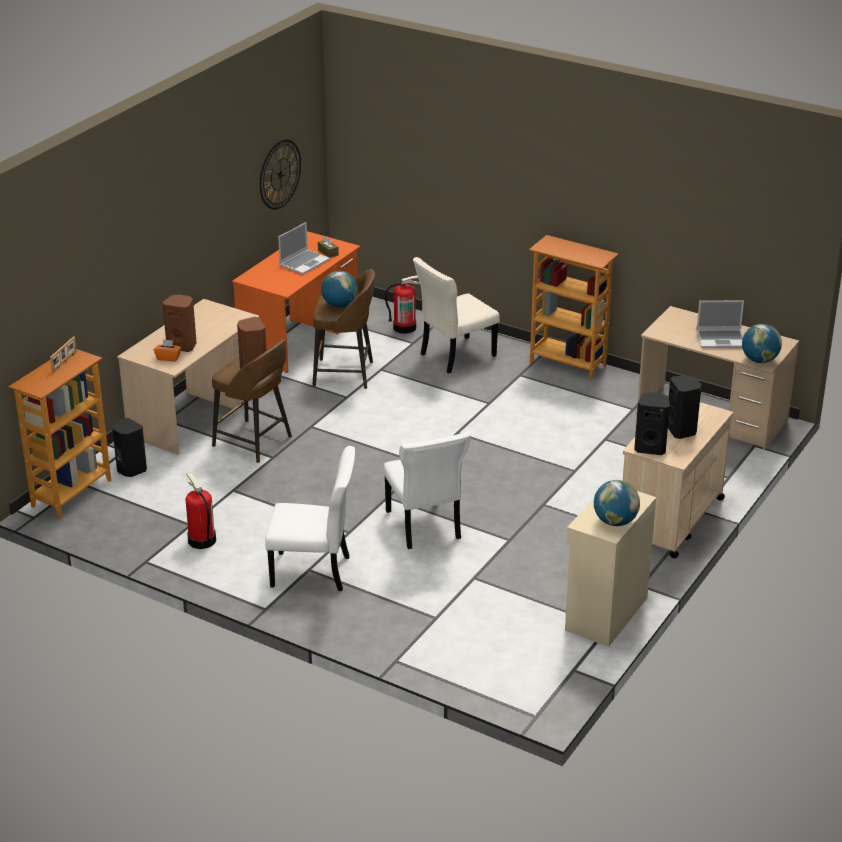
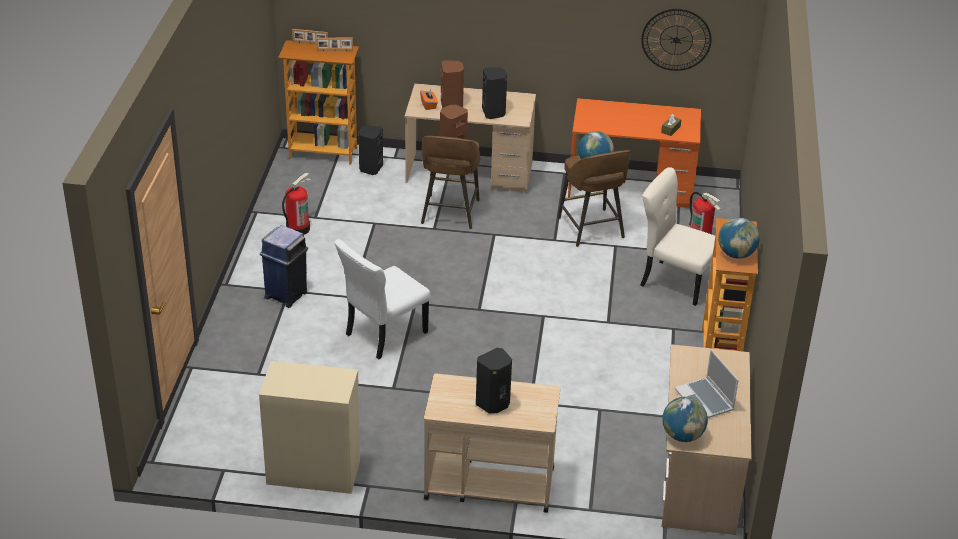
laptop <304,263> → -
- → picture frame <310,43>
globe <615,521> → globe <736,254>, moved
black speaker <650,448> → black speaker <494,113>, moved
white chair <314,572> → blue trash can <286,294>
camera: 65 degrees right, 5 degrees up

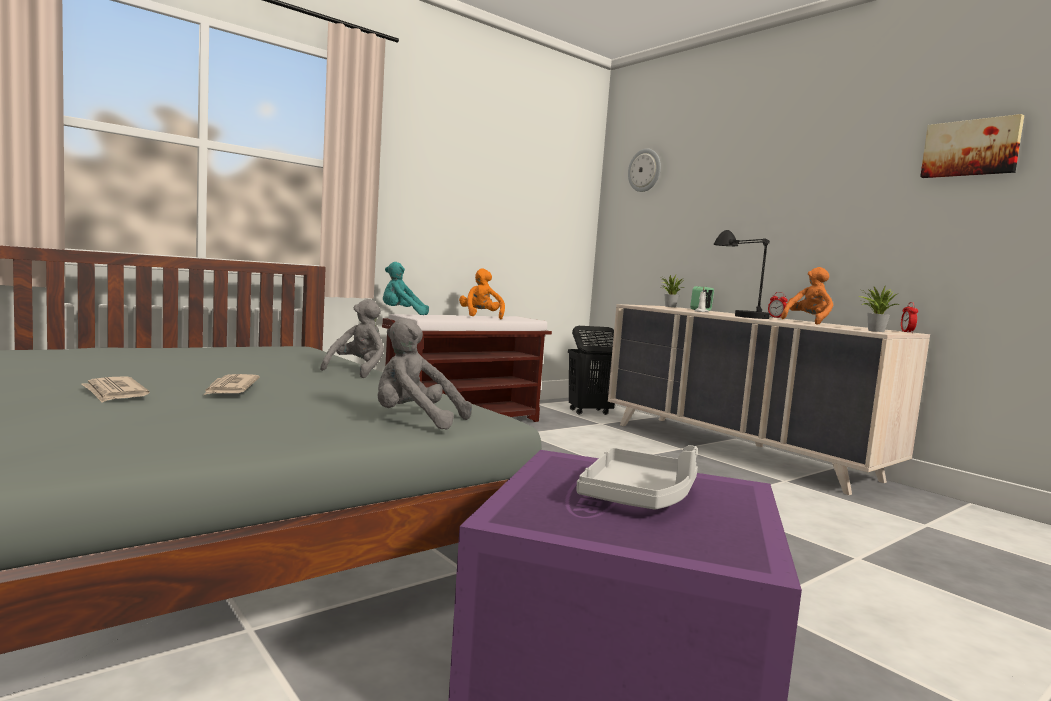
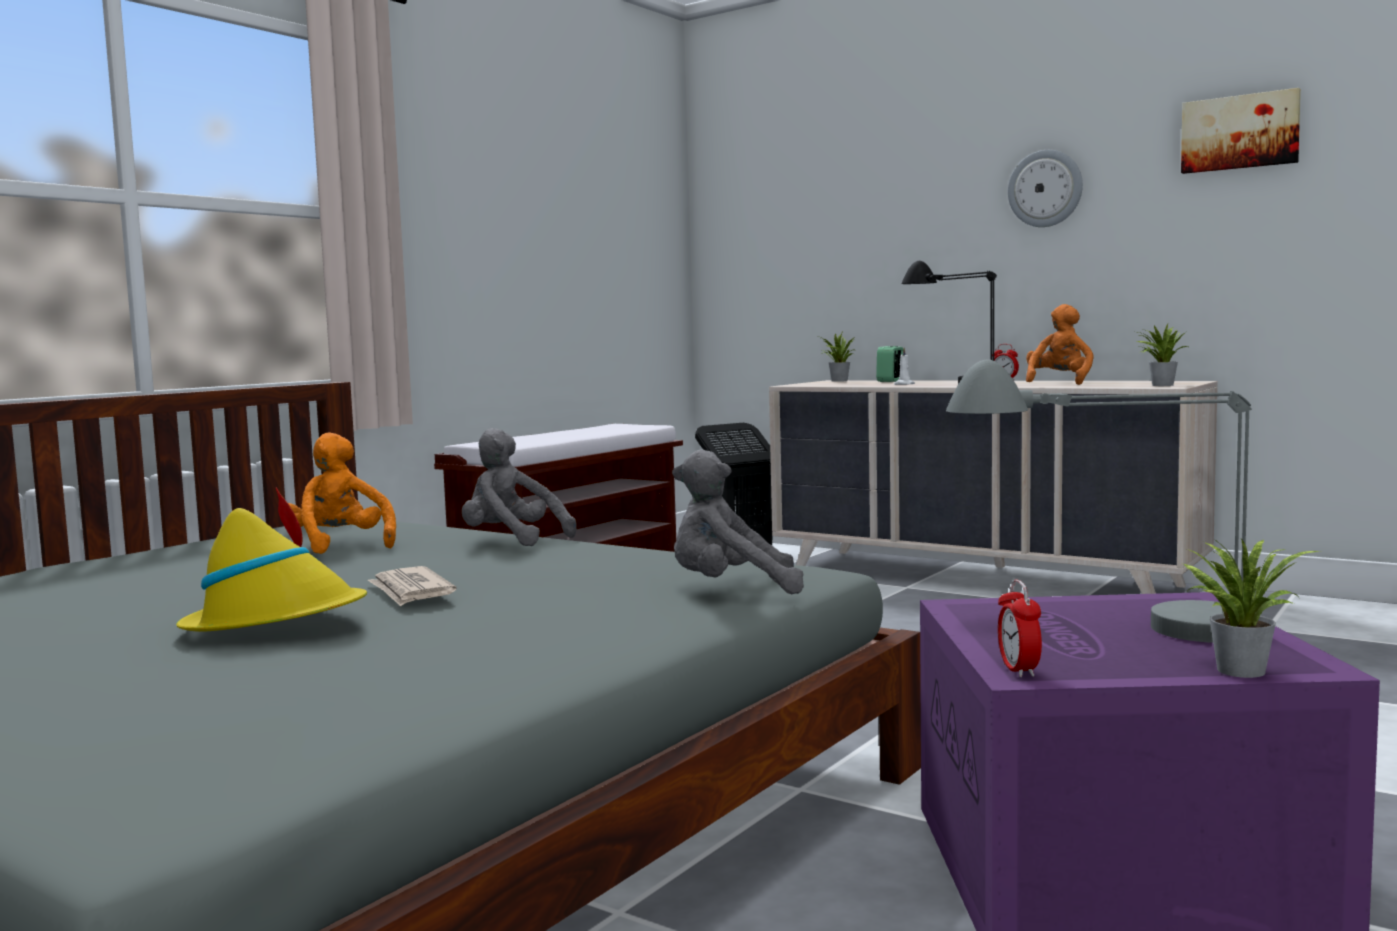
turquoise plush toy <402,314> → -
- → potted plant <1238,669>
orange plush toy <480,316> → orange plush toy <339,546>, moved
wall clock <645,170> → wall clock <1045,188>, moved
alarm clock <907,332> → alarm clock <1018,670>, moved
newspaper <114,393> → yellow hat <277,623>
grey tray <638,497> → grey table lamp <1111,629>
grey plush toy <358,371> → grey plush toy <512,540>, 60 degrees counterclockwise
camera: 15 degrees left, 0 degrees up

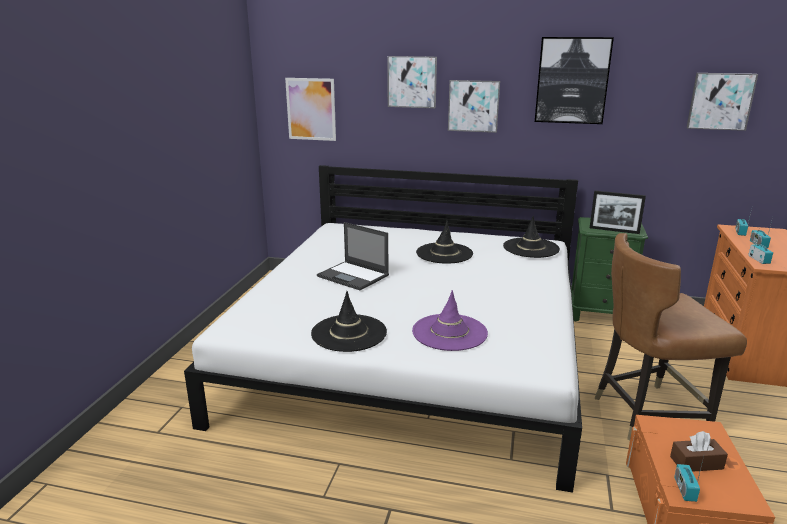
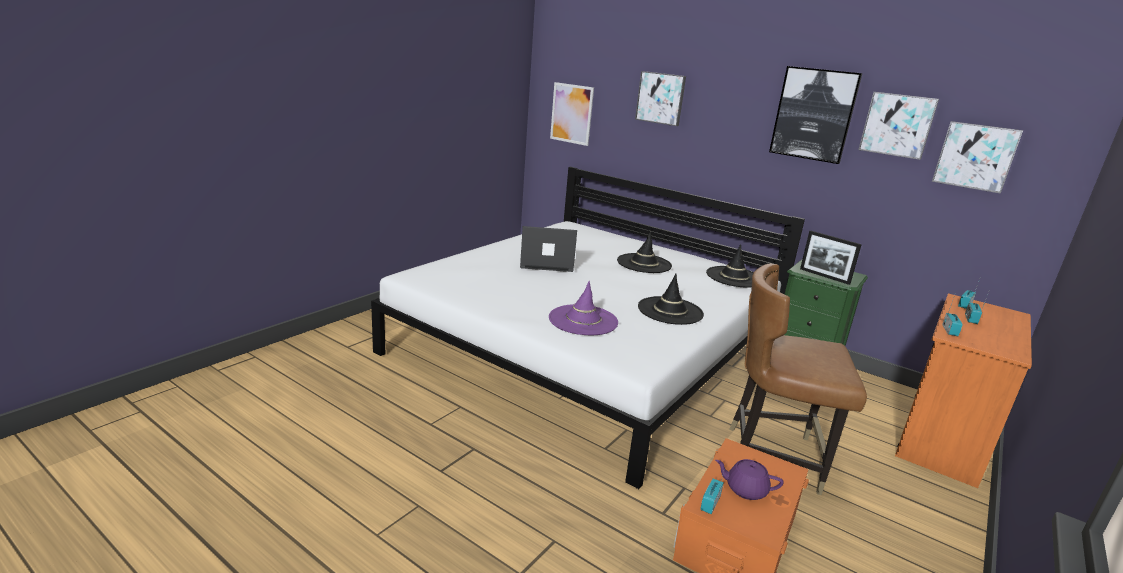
black hat <349,333> → black hat <670,311>, moved
picture <473,106> → picture <897,125>, moved
brown tissue box <696,463> → purple teapot <745,489>
laptop <353,276> → laptop <545,263>, 120 degrees clockwise
camera: 20 degrees right, 0 degrees up

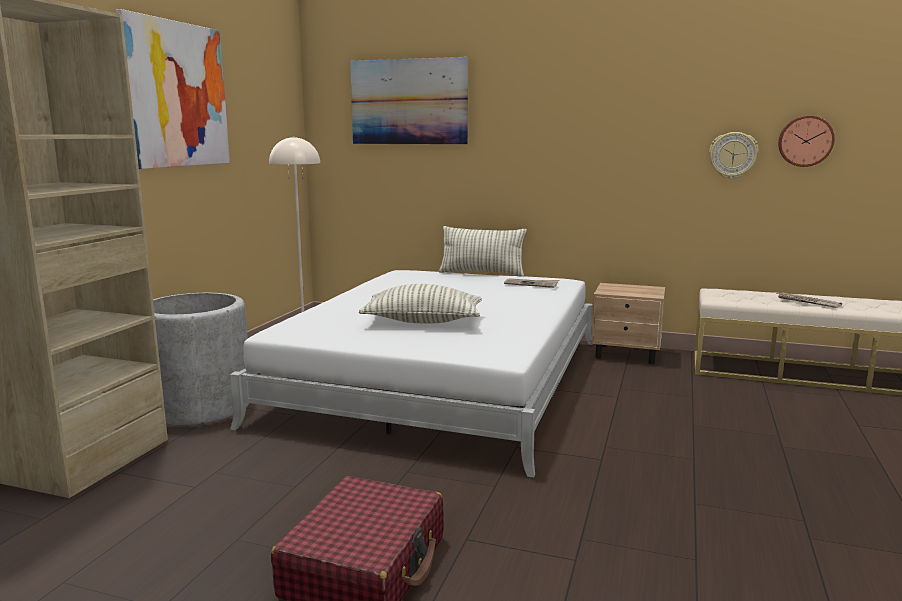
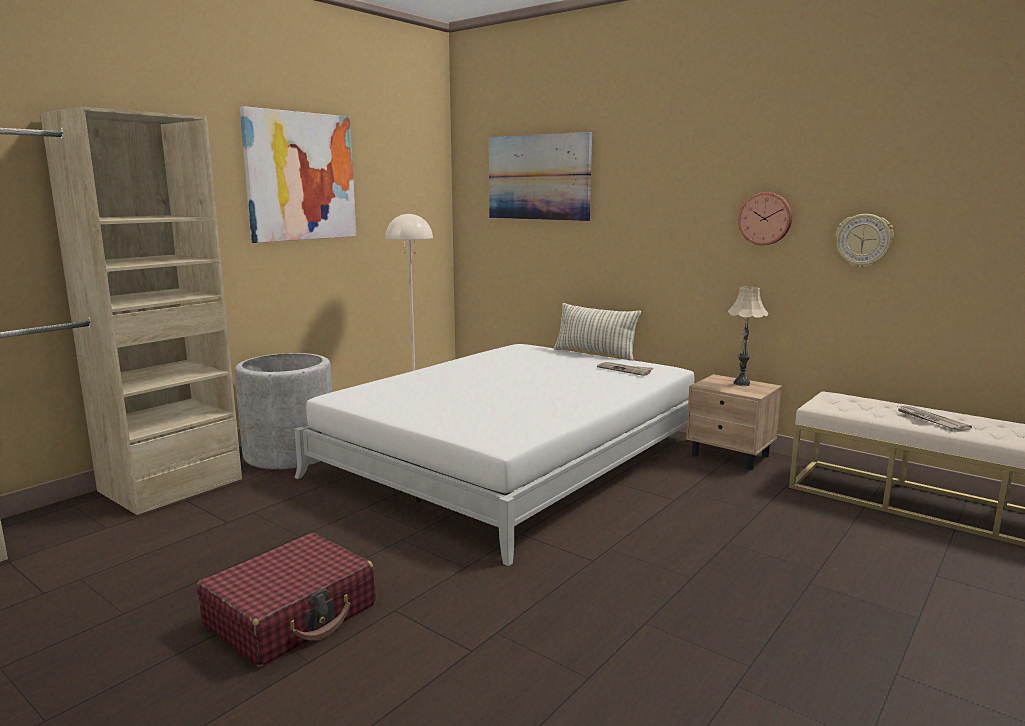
pillow <423,321> → -
- → beige table lamp <742,384>
wall clock <805,141> → wall clock <765,218>, moved
camera: 20 degrees right, 0 degrees up

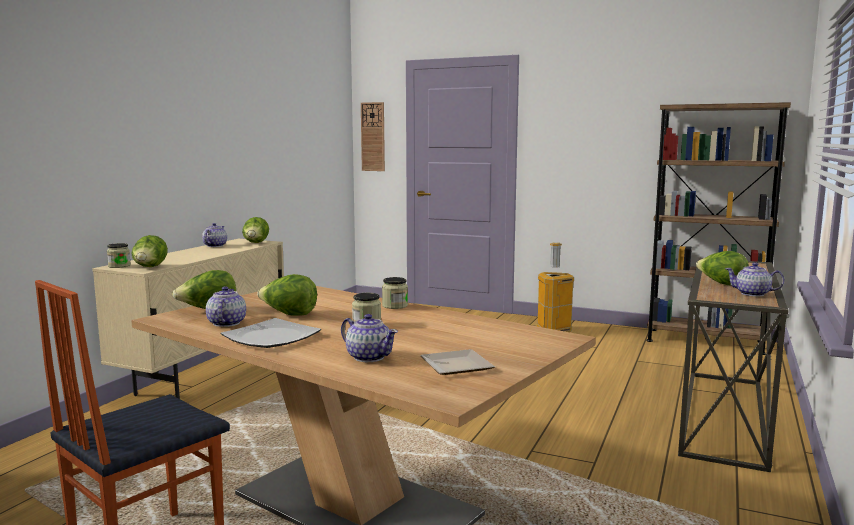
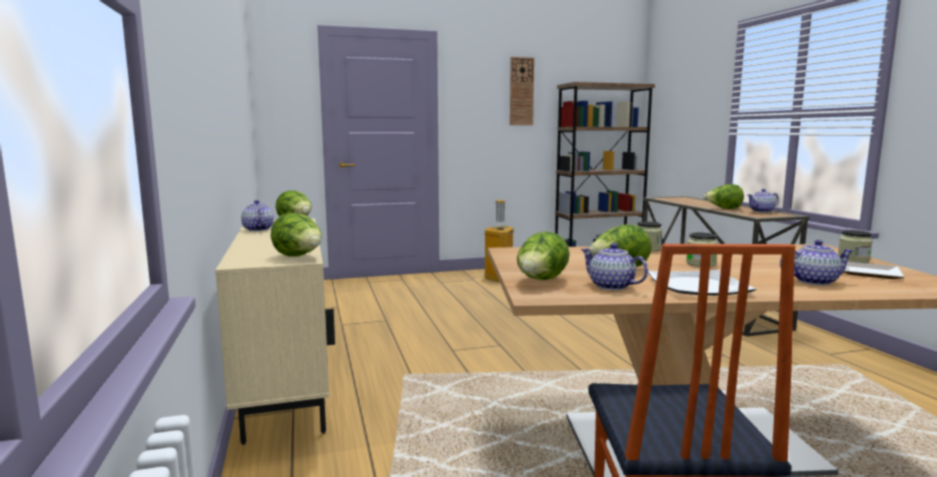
jar <119,266> → jar <853,260>, moved
wall clock <373,137> → wall clock <521,91>, moved
camera: 40 degrees left, 0 degrees up

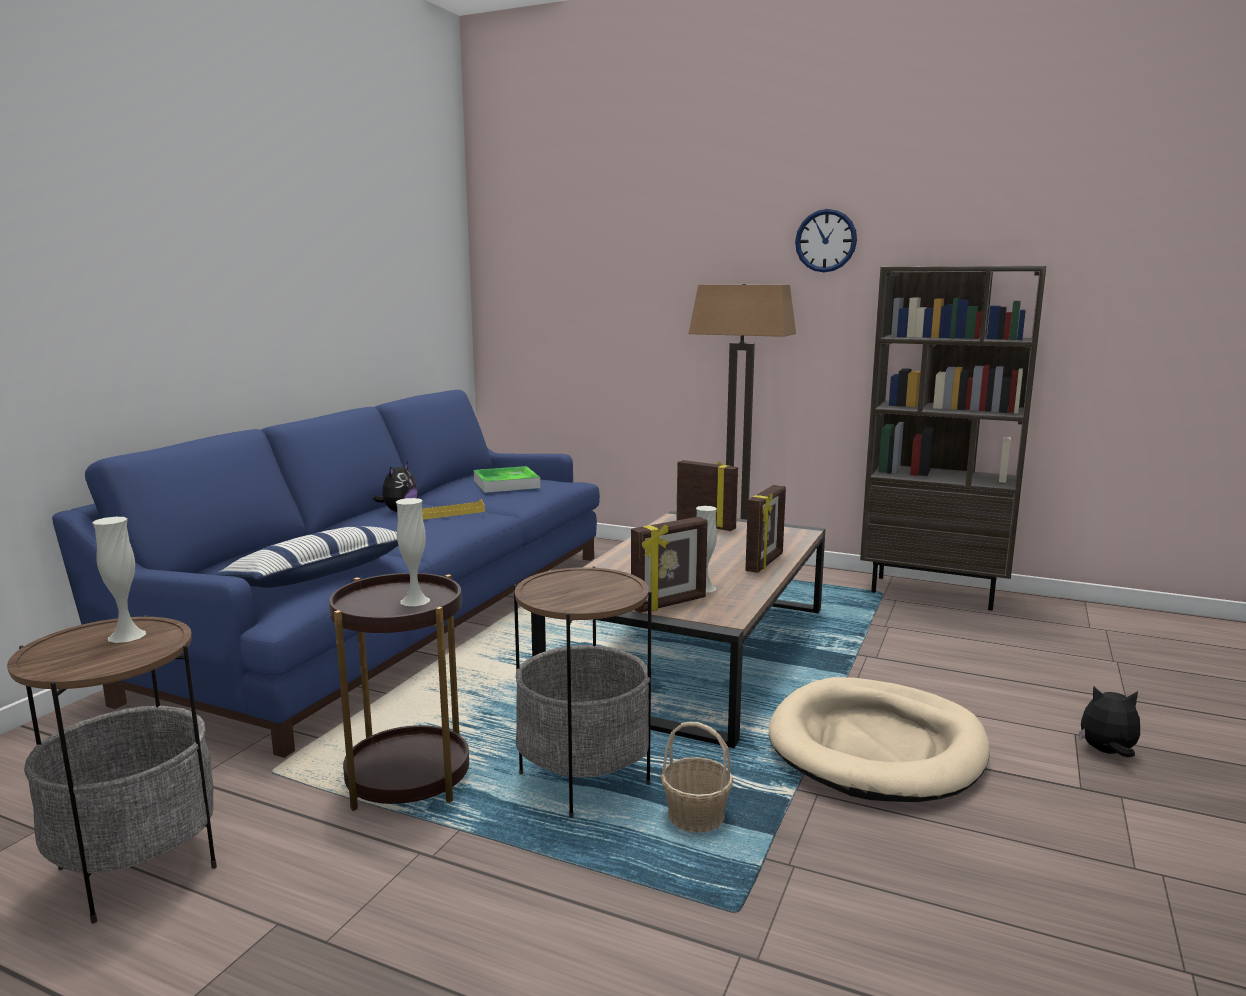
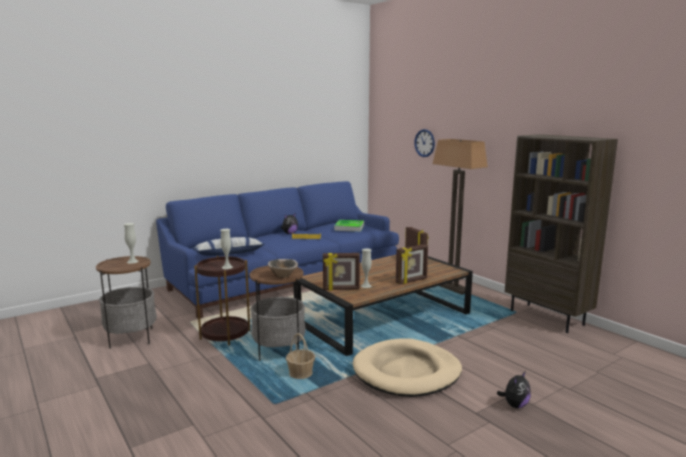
- → bowl <283,275>
wall clock <825,240> → wall clock <424,143>, moved
plush toy <1107,753> → plush toy <515,405>, 90 degrees clockwise
camera: 30 degrees right, 0 degrees up

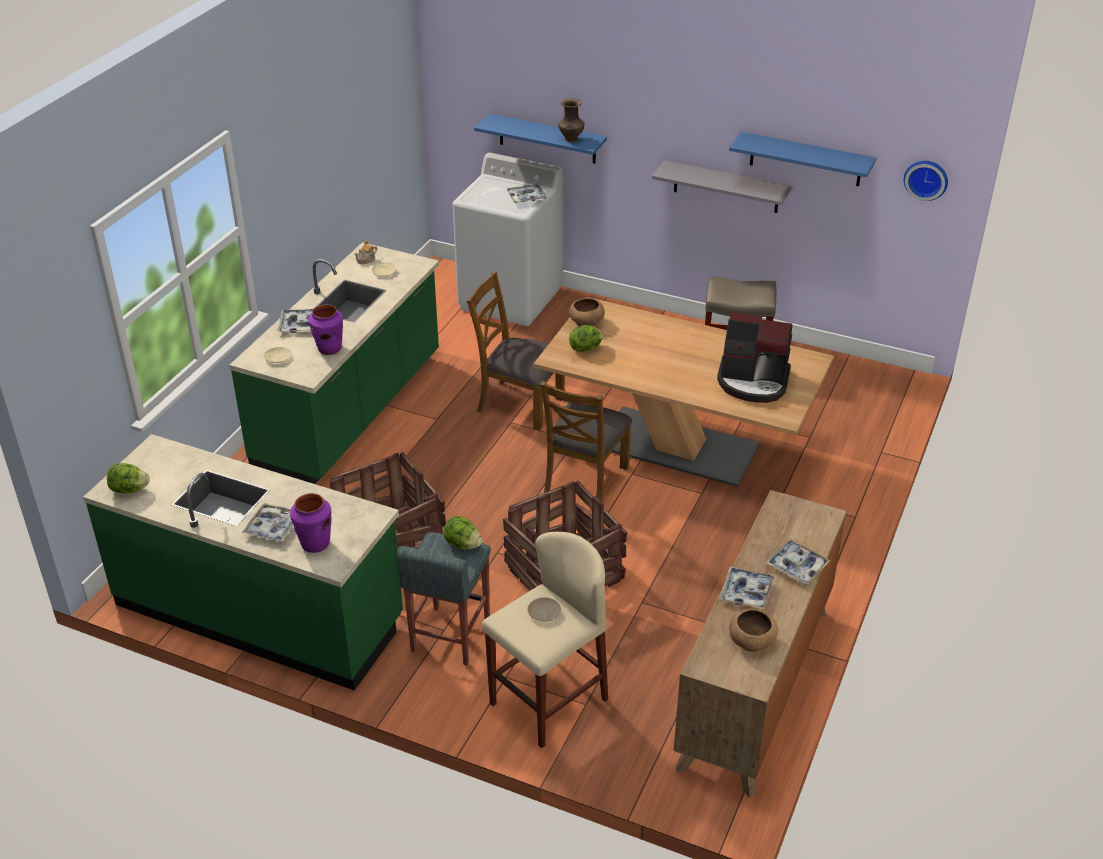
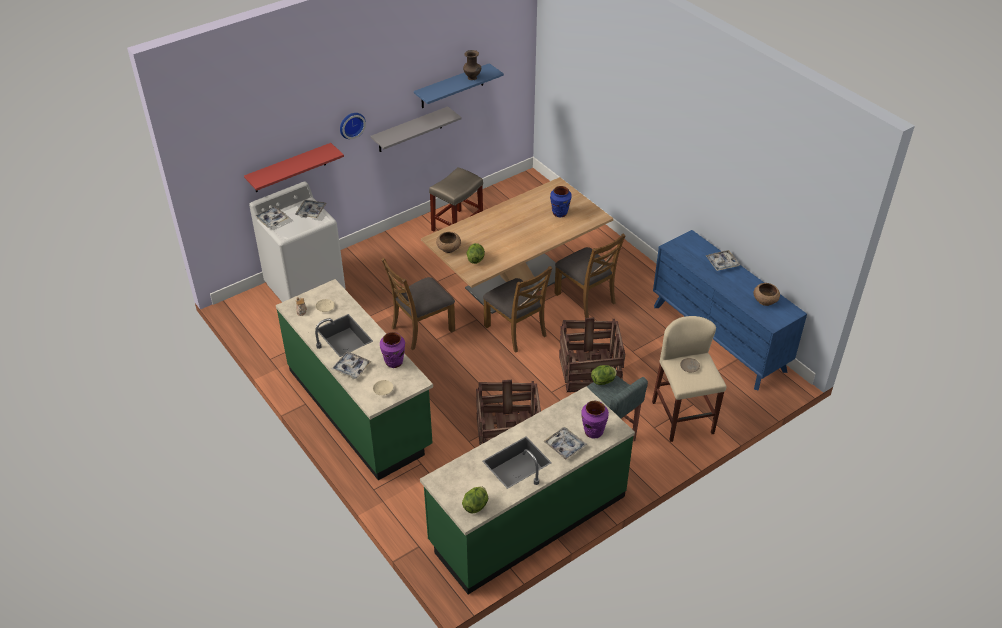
- → brown chair <586,298>
brown vase <571,140> → brown vase <472,78>, moved
tray <746,592> → tray <272,219>, moved
wall clock <926,179> → wall clock <351,124>, moved
coffee machine <753,382> → blue vase <560,213>
blue shelf <547,139> → red shelf <289,168>
brown dresser <755,687> → blue dresser <719,338>
camera: 60 degrees left, 5 degrees up

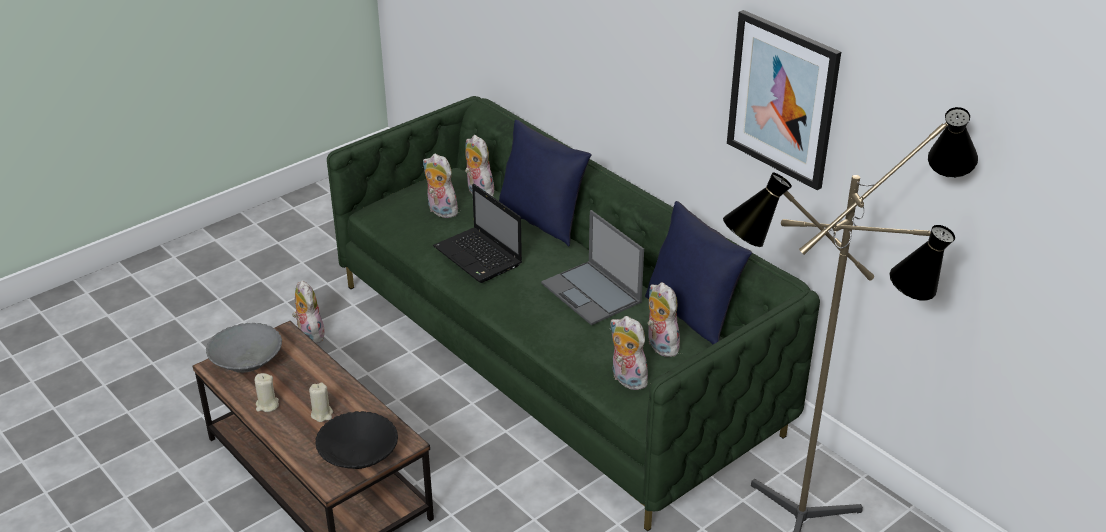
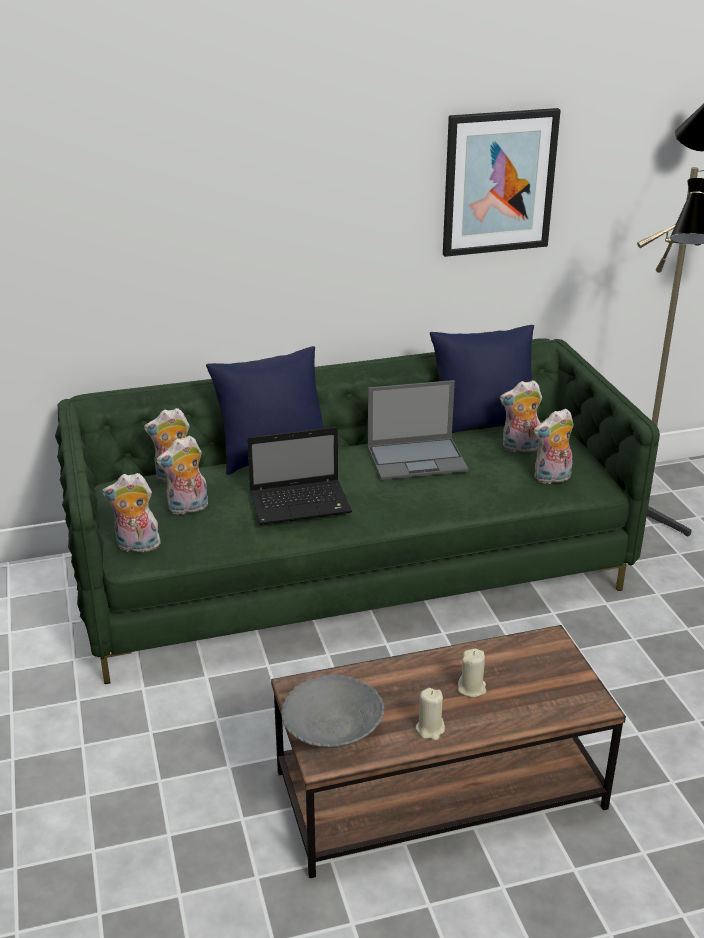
black bowl <358,455> → -
plush toy <309,334> → plush toy <136,546>, moved
camera: 65 degrees left, 5 degrees down

